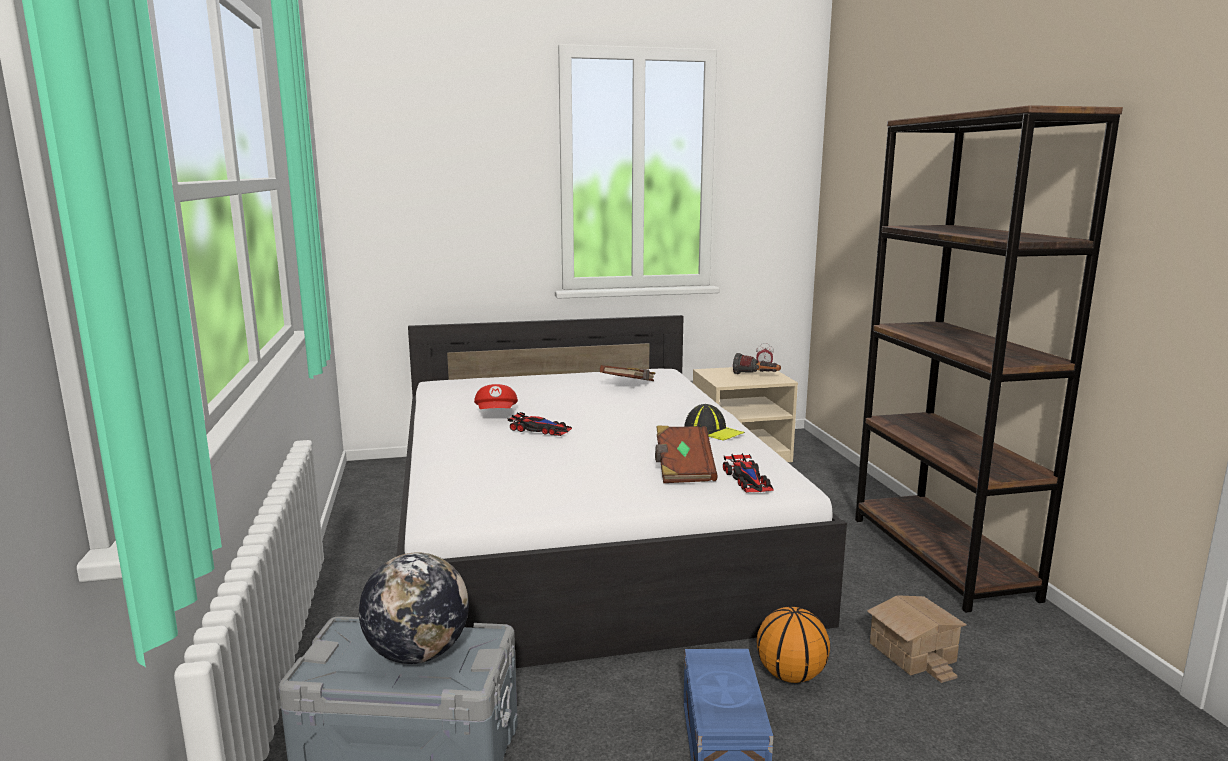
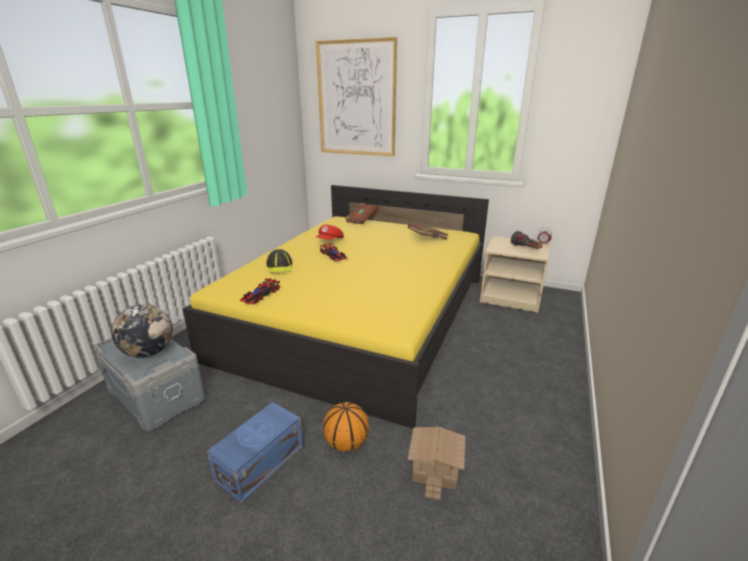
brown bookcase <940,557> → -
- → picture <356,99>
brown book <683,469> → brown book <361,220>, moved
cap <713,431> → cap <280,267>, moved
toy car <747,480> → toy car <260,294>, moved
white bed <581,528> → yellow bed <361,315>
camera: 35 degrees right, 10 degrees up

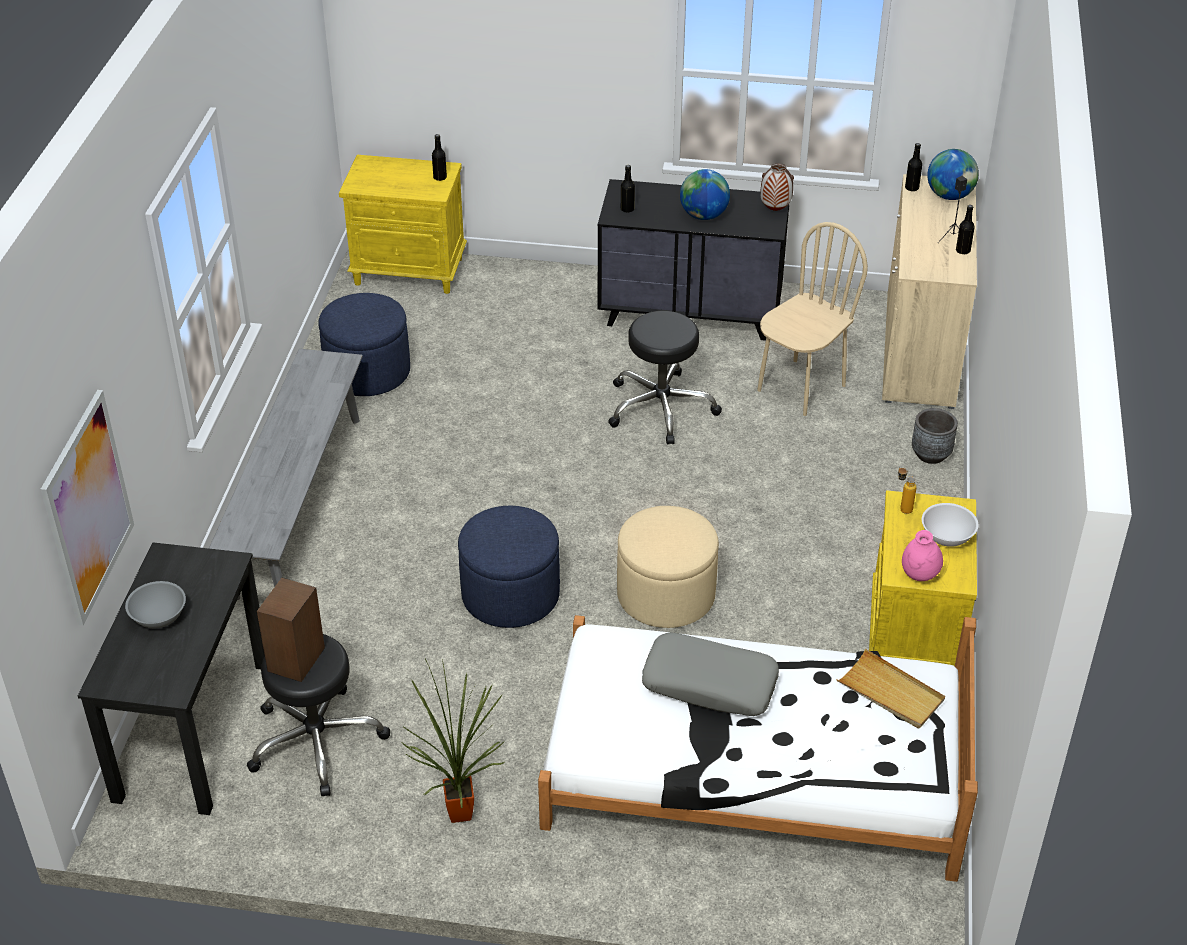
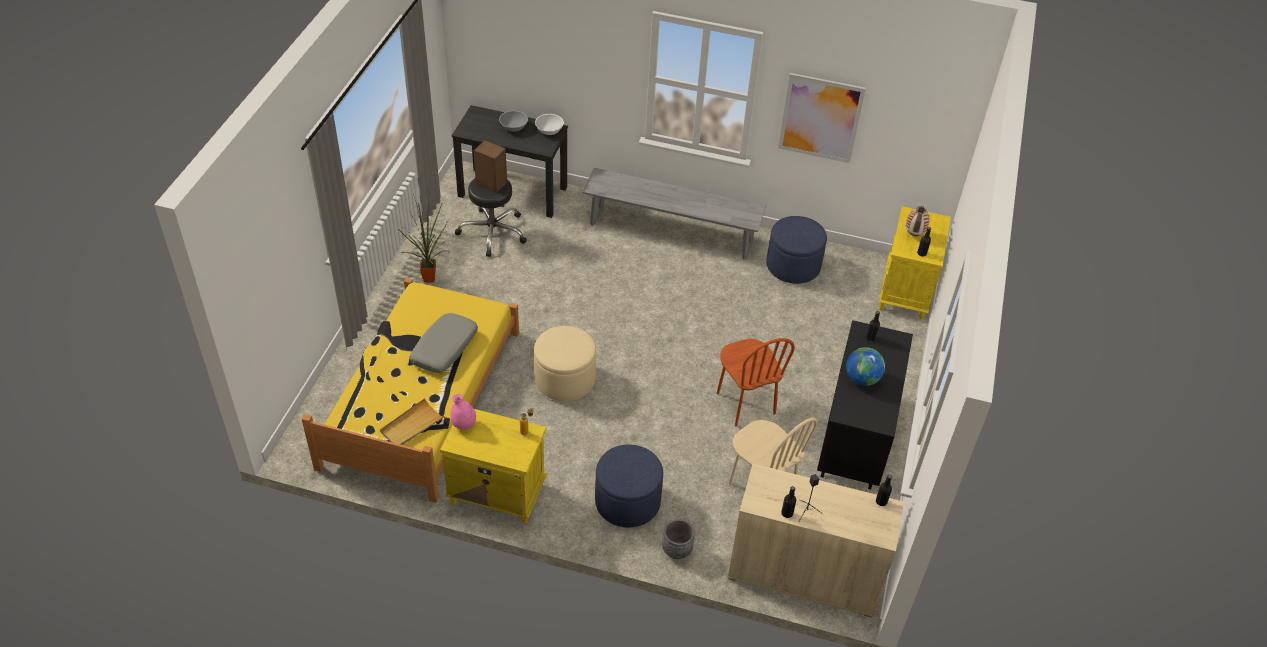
globe <949,196> → -
picture <87,507> → picture <820,118>, moved
blue ottoman <510,595> → blue ottoman <627,501>, moved
vase <774,210> → vase <913,234>, moved
white bowl <947,537> → white bowl <549,131>, moved
black stool <660,407> → brown chair <745,403>
white bed <755,767> → yellow bed <422,398>
camera: 95 degrees right, 5 degrees up

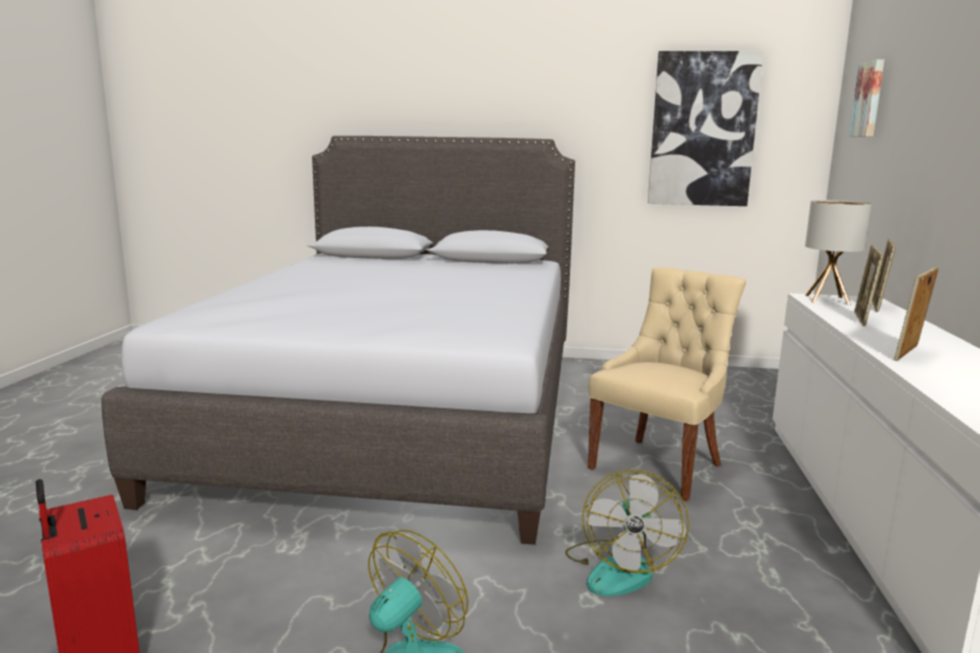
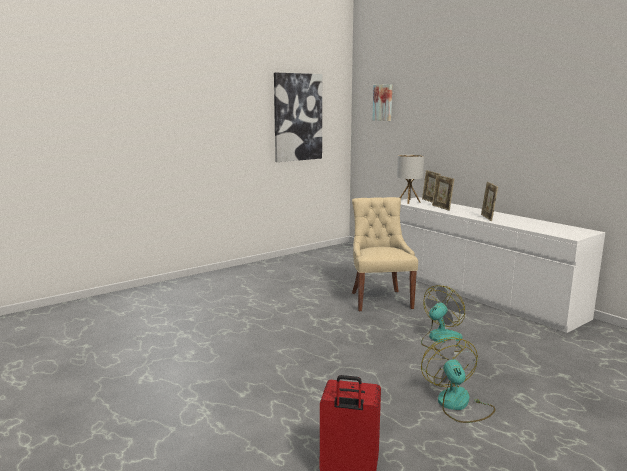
grey bed <399,414> → -
fan <619,568> → fan <440,340>, 105 degrees counterclockwise
camera: 45 degrees left, 0 degrees up

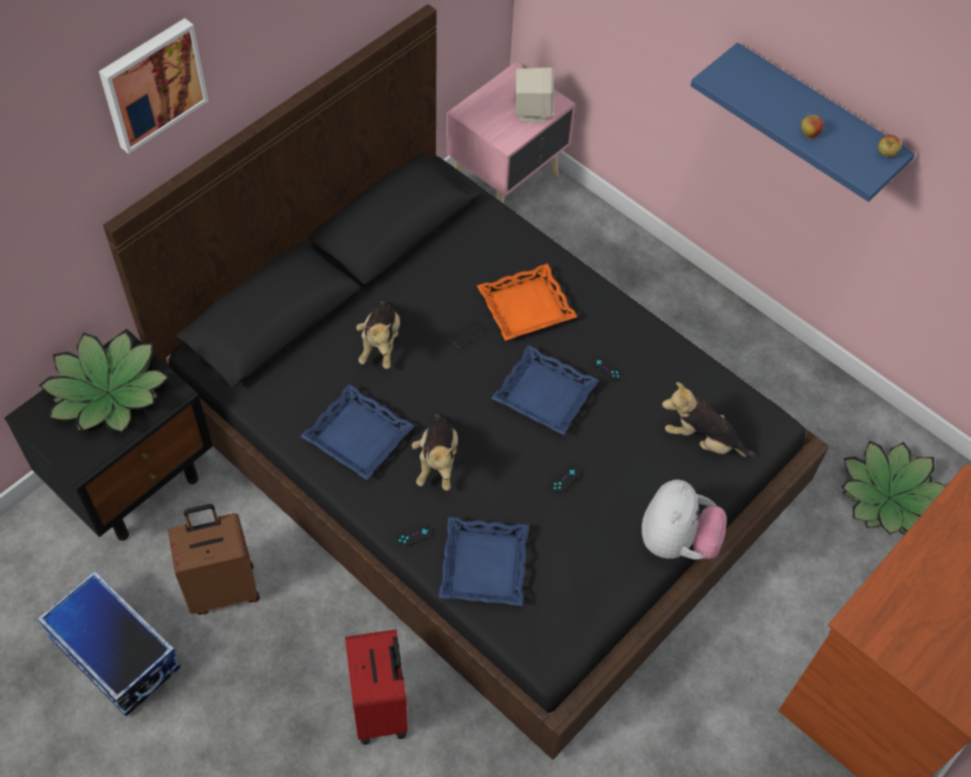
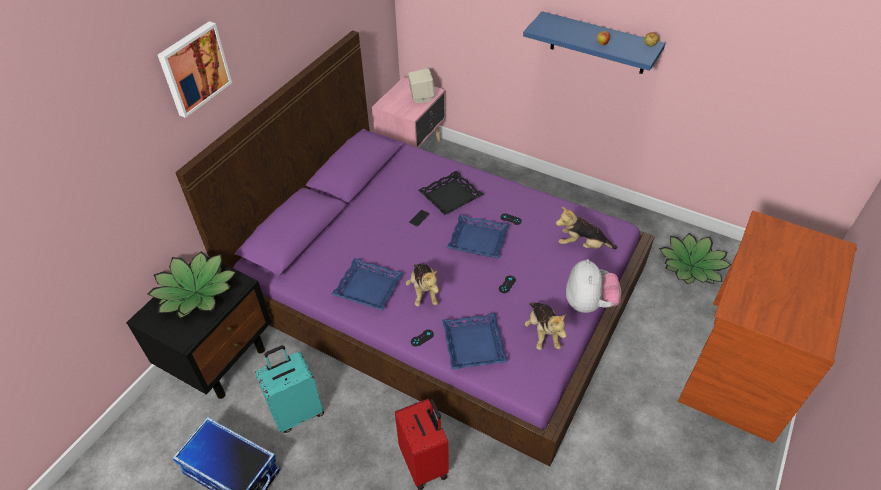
plush toy <380,344> → plush toy <542,333>, moved
black bed <480,442> → purple bed <440,288>
brown suitcase <223,588> → turquoise suitcase <297,412>
orange tray <526,308> → black tray <451,197>
camera: 10 degrees left, 10 degrees down

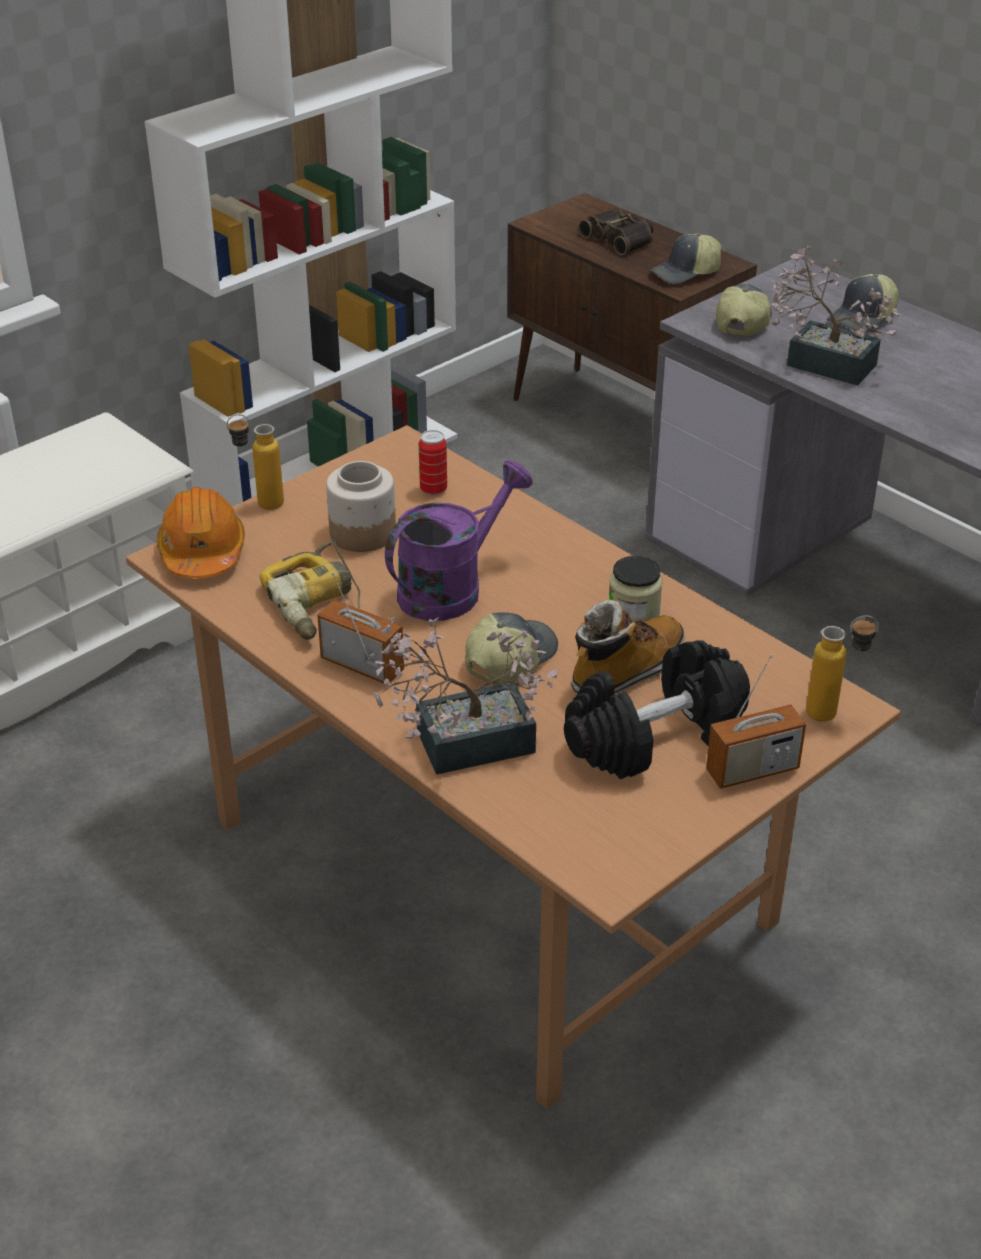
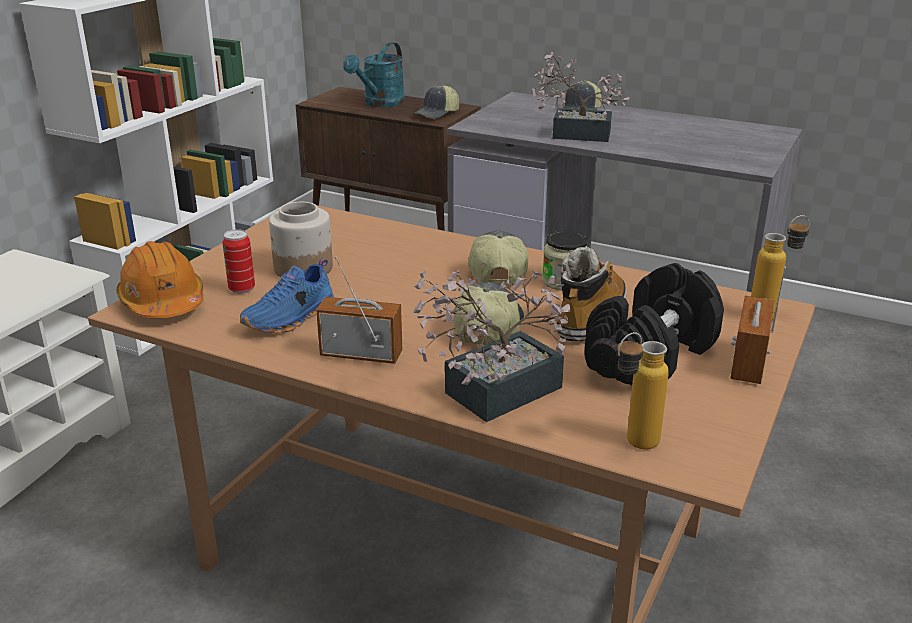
purple watering can <451,588> → -
bottle <260,505> → bottle <632,445>, moved
can <433,490> → can <242,289>, moved
cap <742,321> → cap <495,271>, moved
power drill <317,602> → blue shoe <291,318>
binoculars <620,239> → turquoise watering can <380,103>
radio <752,770> → radio <748,363>, 150 degrees clockwise
camera: 20 degrees left, 10 degrees down

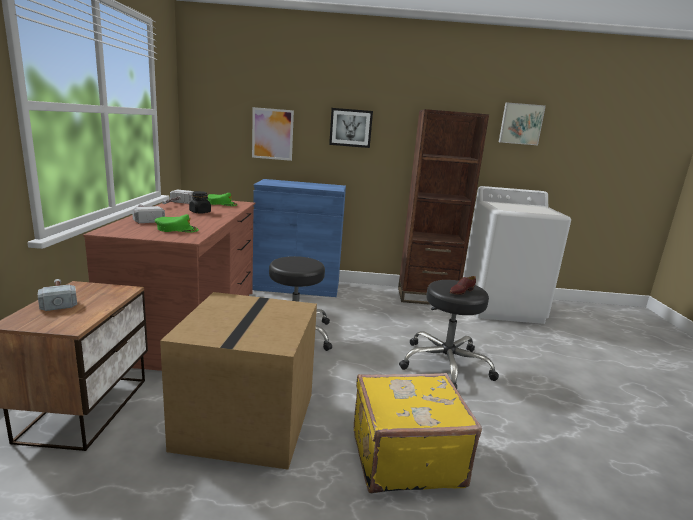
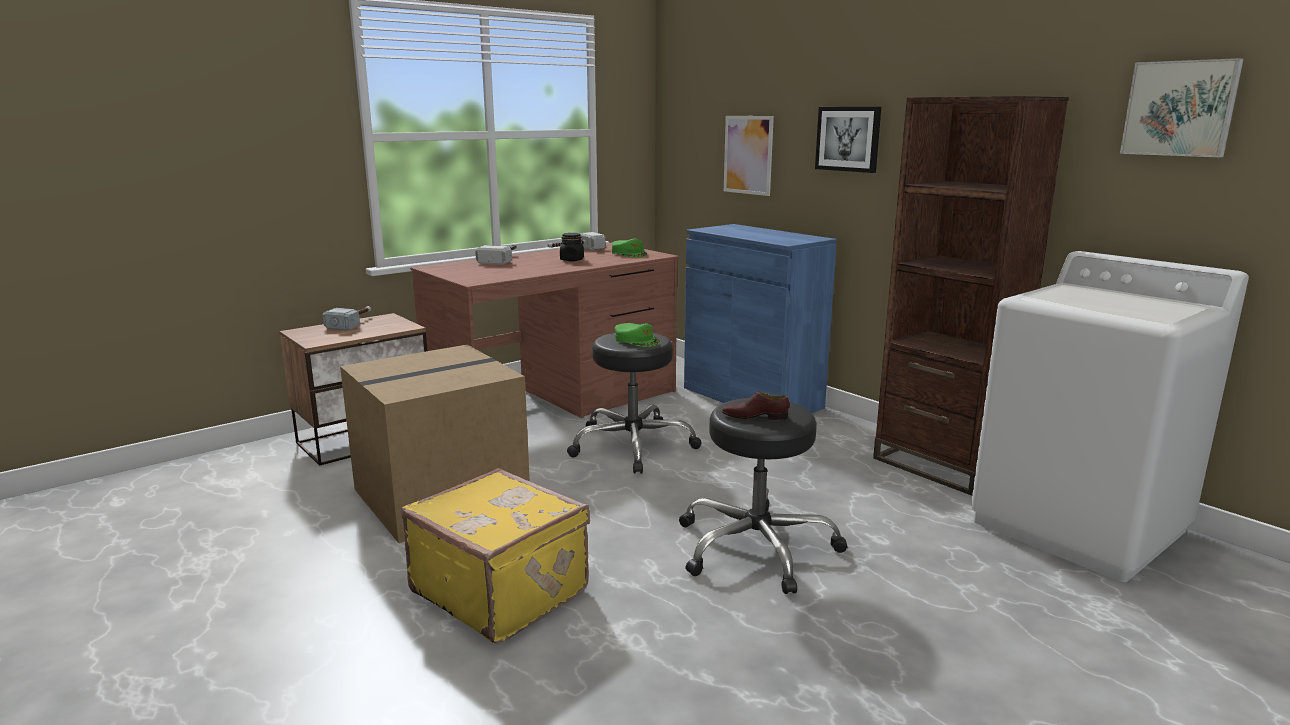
green cap <177,229> → green cap <637,340>, moved
camera: 50 degrees right, 0 degrees up

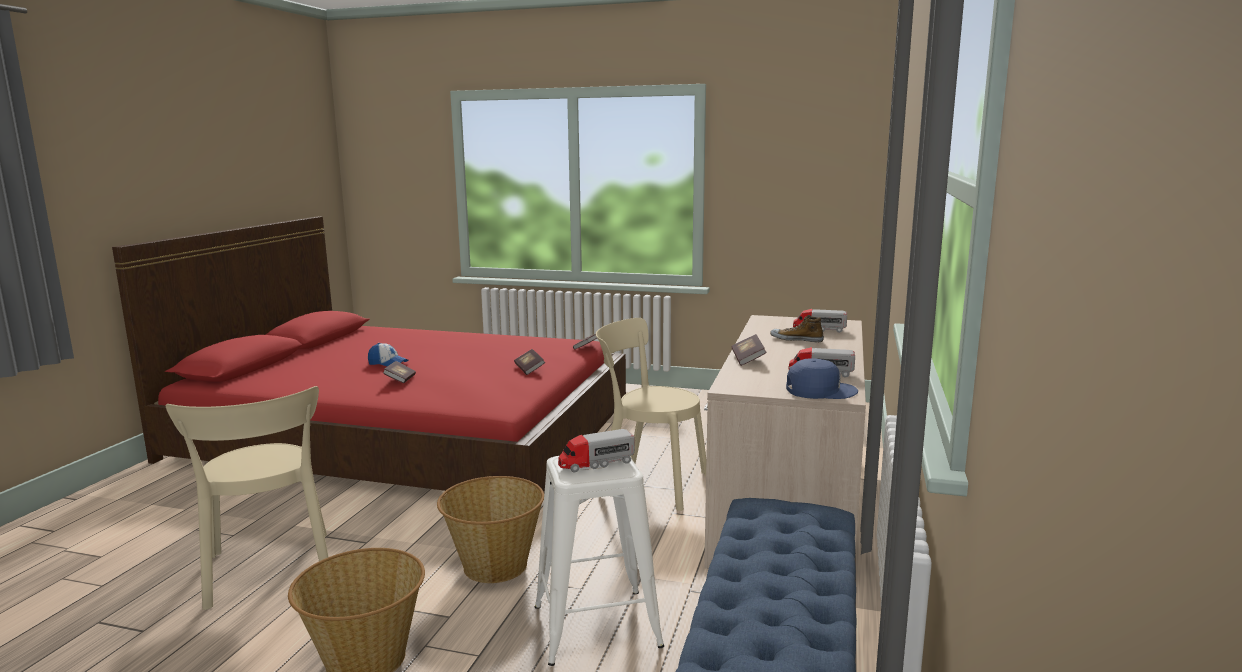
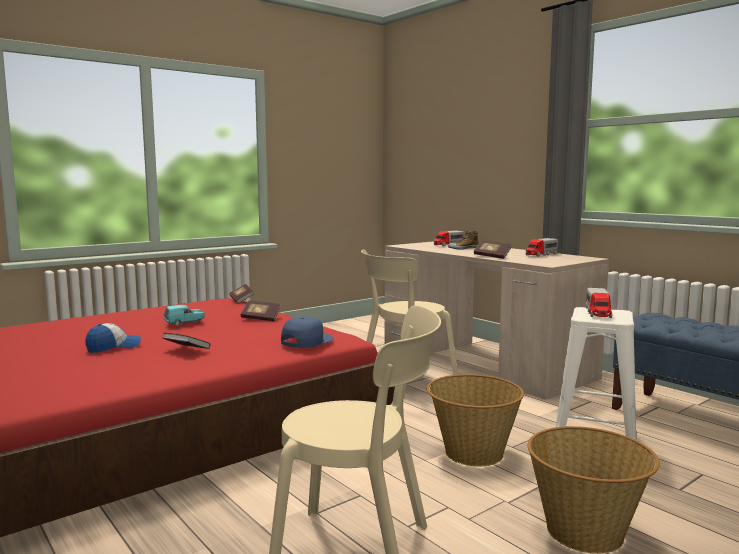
- → turquoise toy car <184,323>
blue cap <820,390> → blue cap <306,340>, moved
camera: 55 degrees left, 5 degrees down

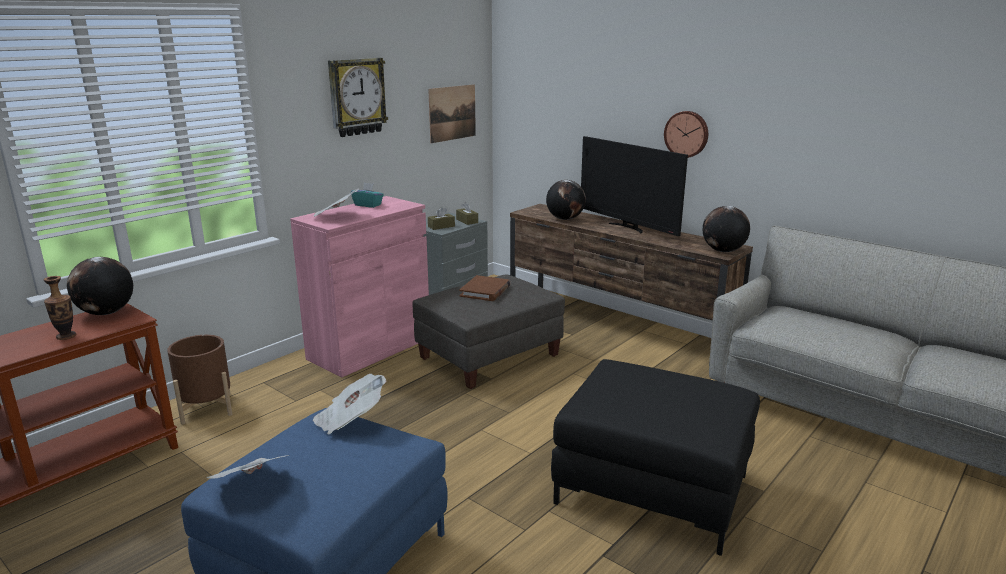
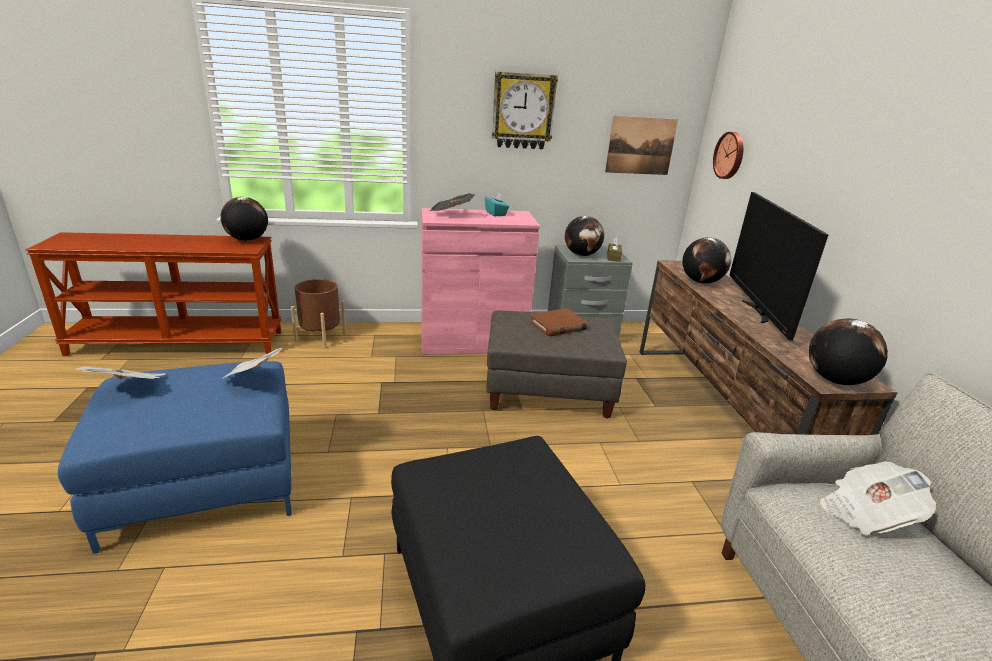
vase <66,336> → -
- → newspaper <866,514>
wall clock <687,134> → wall clock <730,155>, moved
brown tissue box <441,226> → globe <582,255>
camera: 40 degrees right, 5 degrees up

